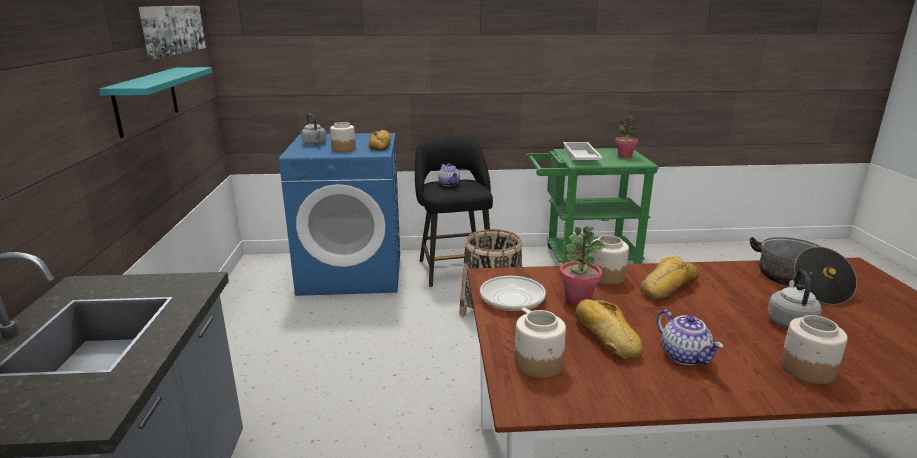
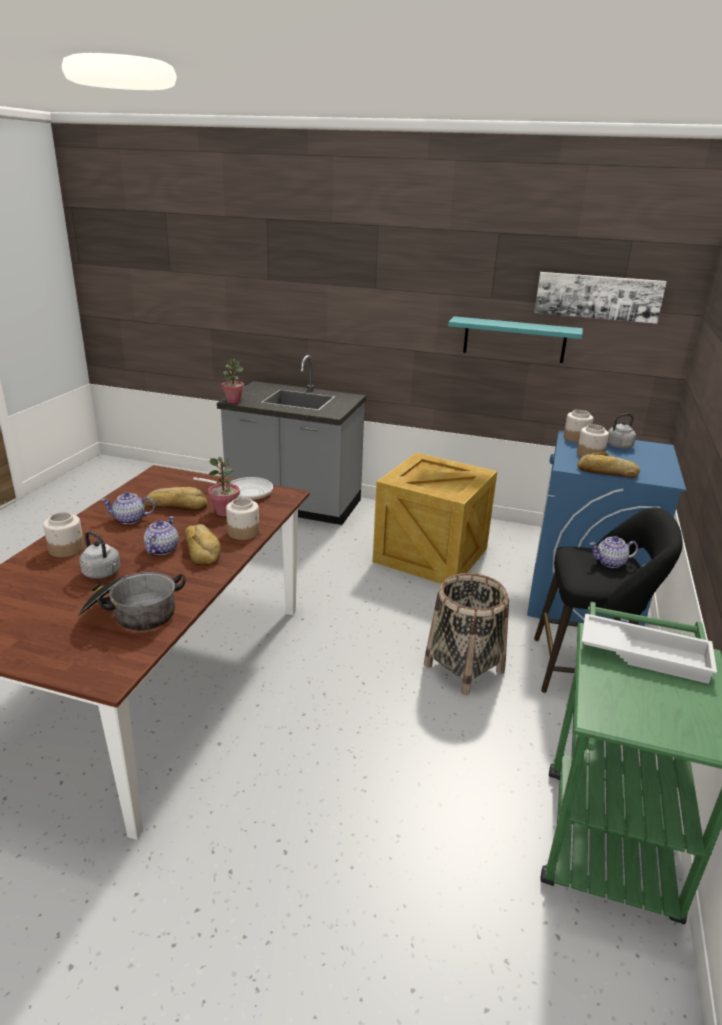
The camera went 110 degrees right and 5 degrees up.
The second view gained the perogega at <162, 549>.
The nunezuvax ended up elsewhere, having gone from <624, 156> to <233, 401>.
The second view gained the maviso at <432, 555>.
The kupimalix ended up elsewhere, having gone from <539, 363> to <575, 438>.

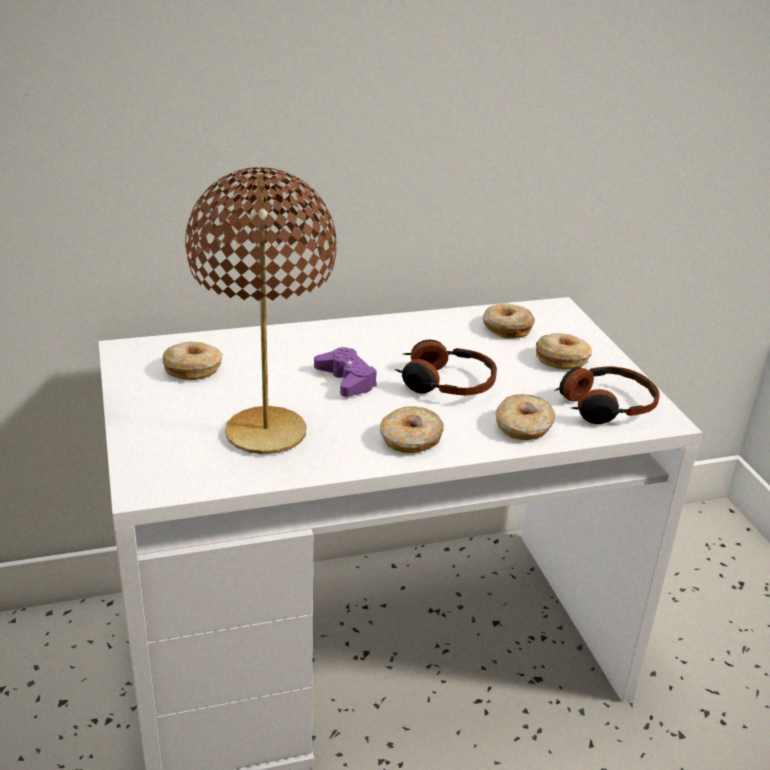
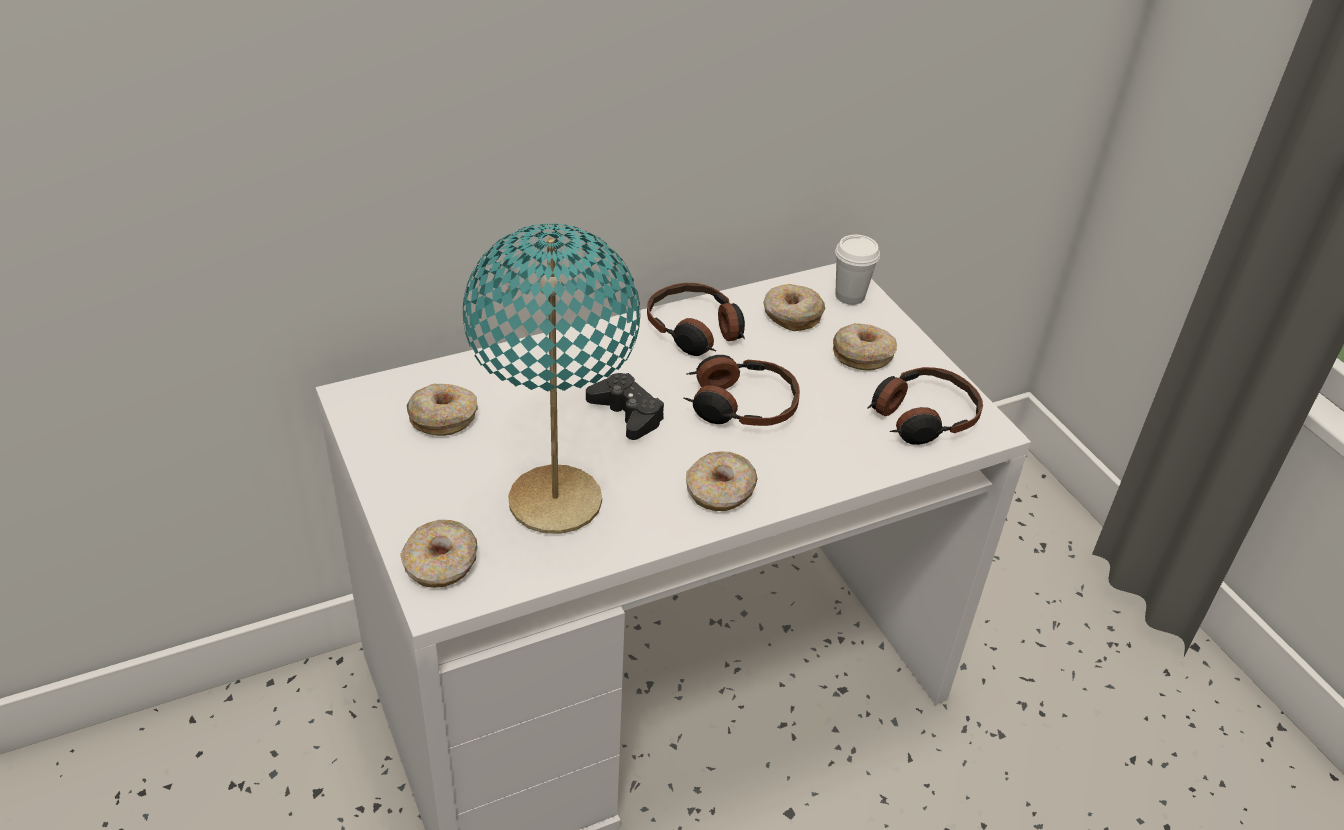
The camera went 10 degrees left and 10 degrees up.
The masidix ended up elsewhere, having gone from <523, 427> to <441, 564>.
What was the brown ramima at <266, 434> turned into the turquoise ramima at <555, 503>.
What was the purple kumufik at <346, 380> turned into the black kumufik at <627, 413>.
The second view gained the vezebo at <696, 331>.
The second view gained the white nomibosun at <850, 296>.

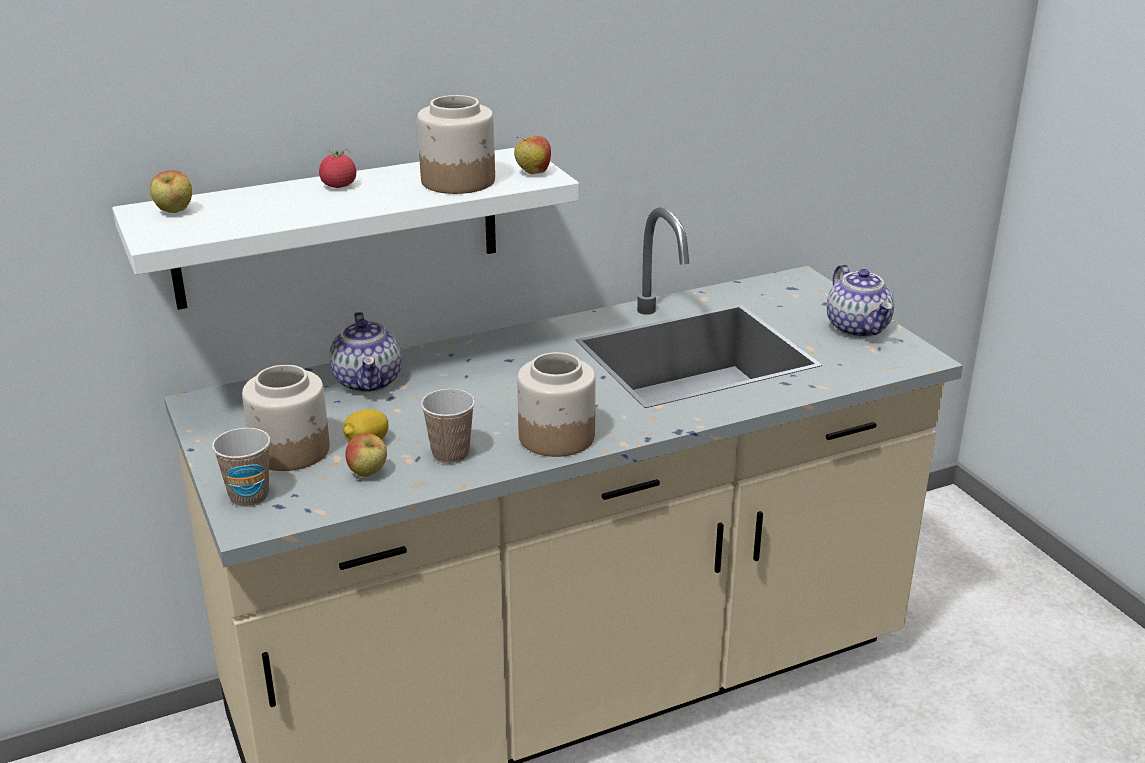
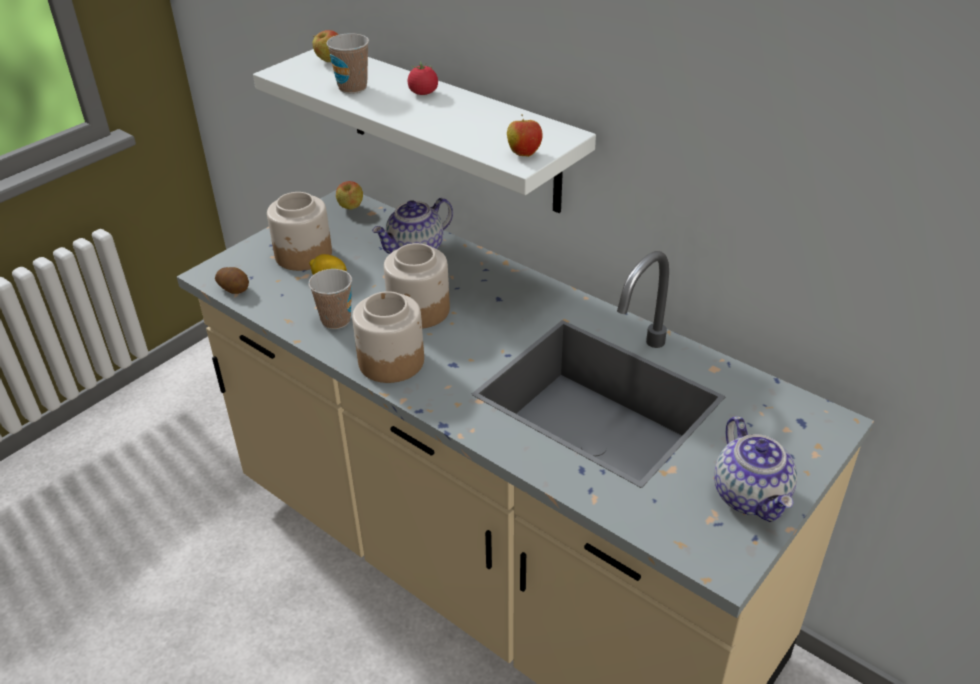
The camera went 65 degrees right and 10 degrees up.
The second view gained the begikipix at <235, 289>.
The nomibosun ended up elsewhere, having gone from <249, 497> to <352, 88>.
The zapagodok ended up elsewhere, having gone from <368, 474> to <351, 208>.
The kupimalix ended up elsewhere, having gone from <459, 181> to <419, 311>.
The perogega at <858, 328> ended up facing another way, 60 degrees counterclockwise from before.

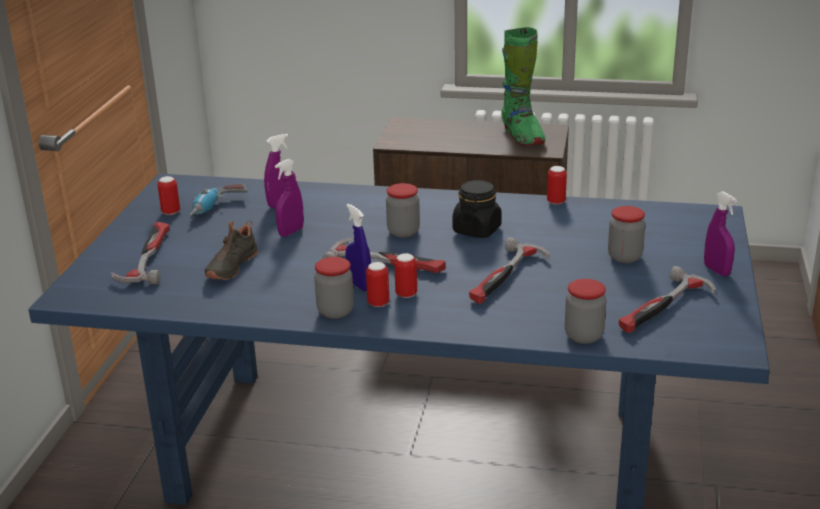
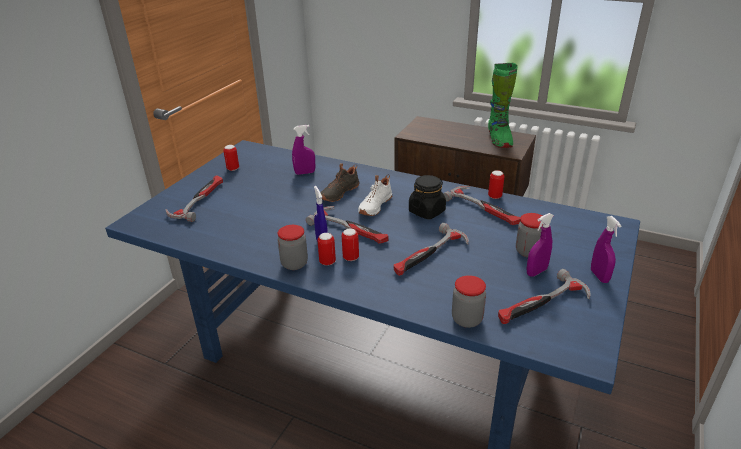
The camera went 15 degrees right and 5 degrees up.
The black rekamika ended up elsewhere, having gone from <230, 266> to <338, 192>.
Where the kupimalix stood at <403, 232>, the white rekamika came to stand at <374, 205>.
The second view gained the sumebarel at <484, 209>.
The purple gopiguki ended up elsewhere, having gone from <291, 232> to <536, 272>.
The second view lost the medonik at <217, 209>.

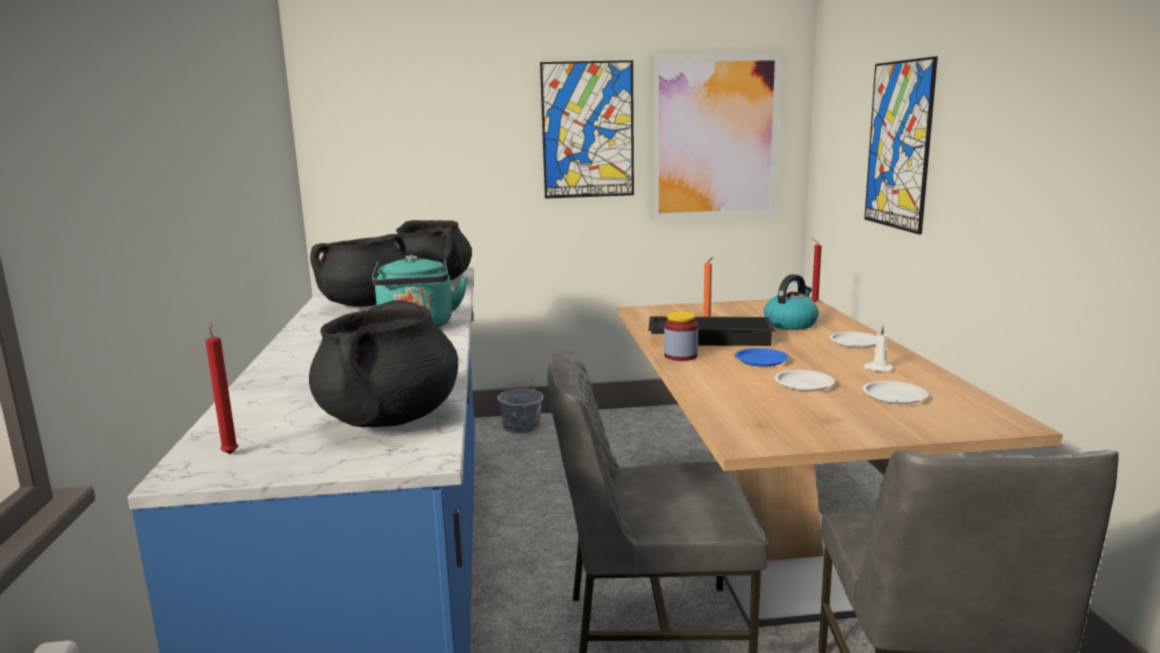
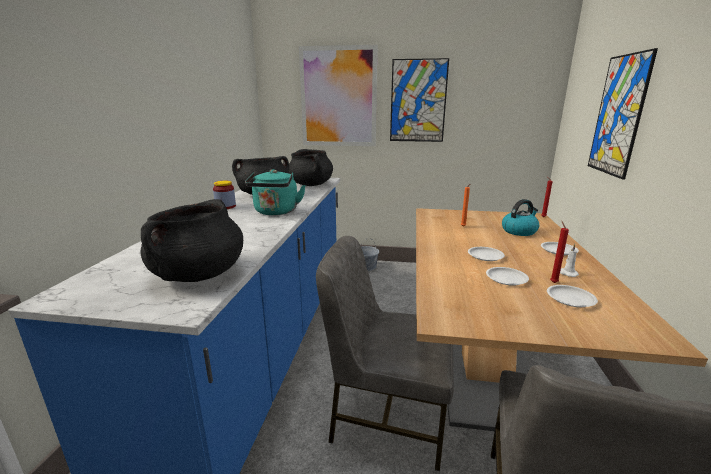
The camera went 15 degrees right and 5 degrees up.
The kupimalix ended up elsewhere, having gone from <680, 356> to <225, 207>.
The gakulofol ended up elsewhere, having gone from <714, 137> to <338, 97>.
What was the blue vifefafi at <761, 360> turned into the white vifefafi at <485, 256>.
The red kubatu ended up elsewhere, having gone from <230, 453> to <553, 282>.
The second view lost the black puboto at <710, 338>.

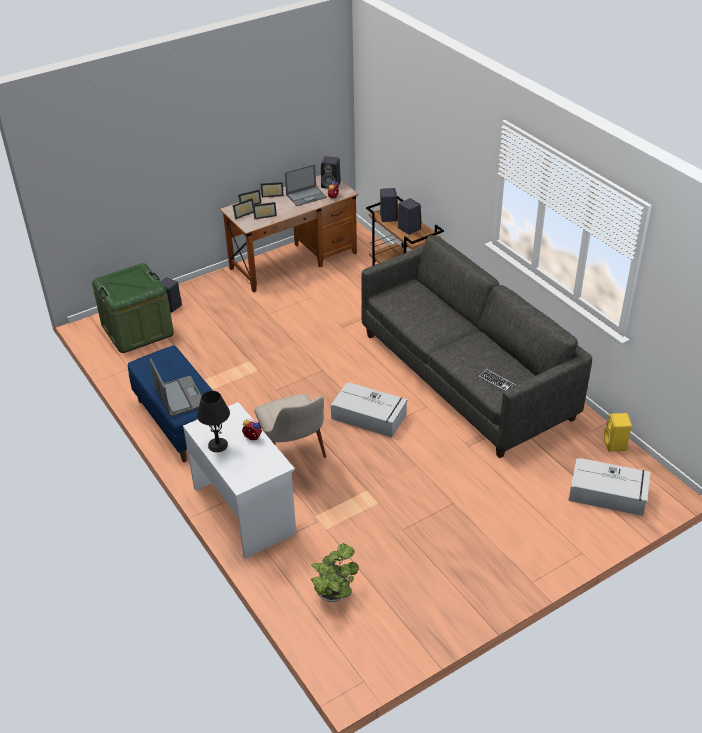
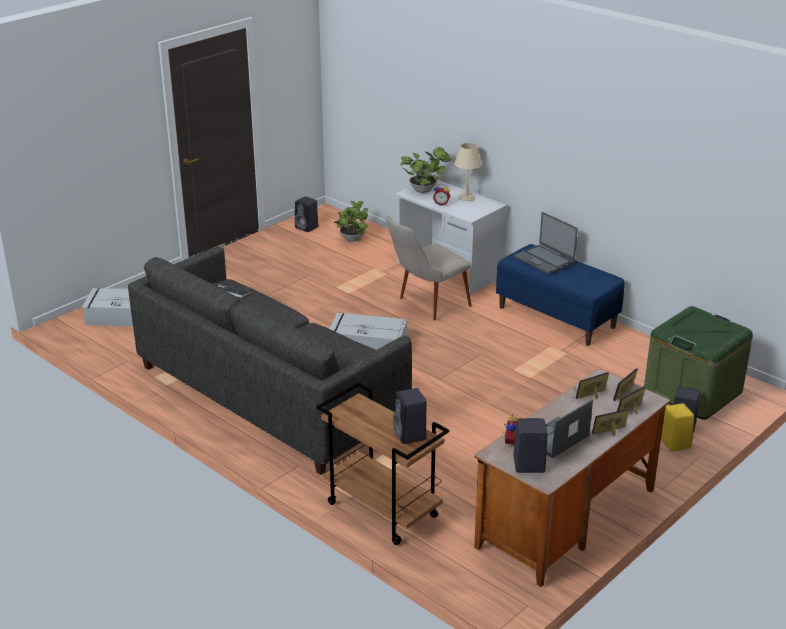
The camera went 165 degrees right and 10 degrees down.
The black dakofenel ended up elsewhere, having gone from <408, 228> to <307, 227>.
The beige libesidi at <295, 458> ended up facing another way, 90 degrees counterclockwise from before.
The second view gained the nunezuvax at <425, 190>.
What was the black ramima at <218, 445> turned into the beige ramima at <466, 197>.
The yellow dakofenel ended up elsewhere, having gone from <615, 445> to <674, 443>.

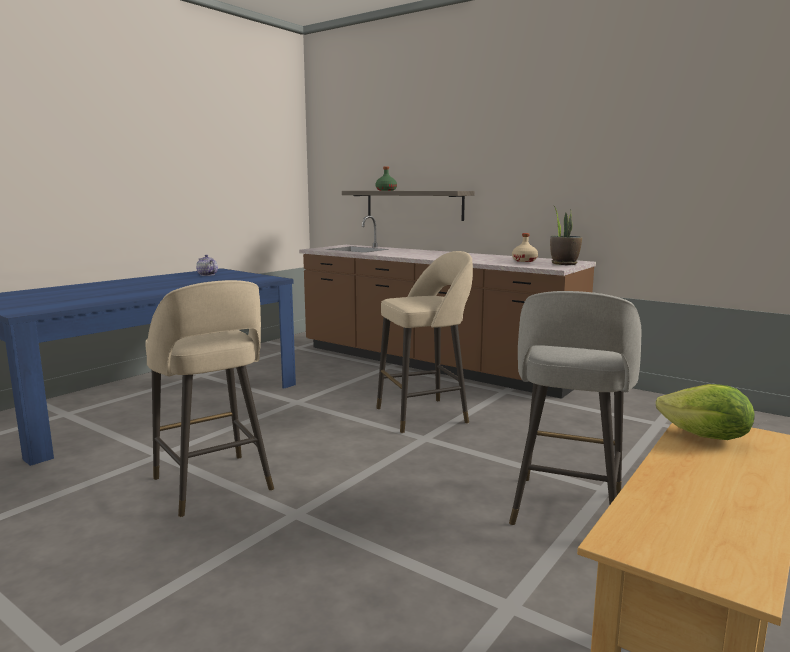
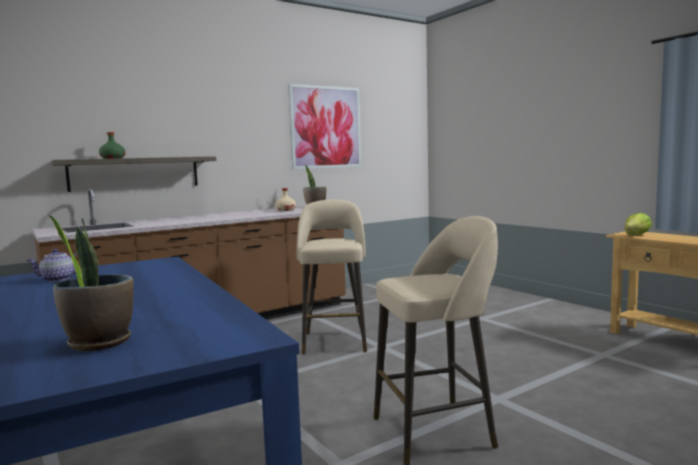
The camera went 70 degrees left and 5 degrees down.
The second view gained the nunezuvax at <99, 342>.
The second view gained the gakulofol at <326, 127>.
The second view lost the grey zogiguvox at <566, 511>.

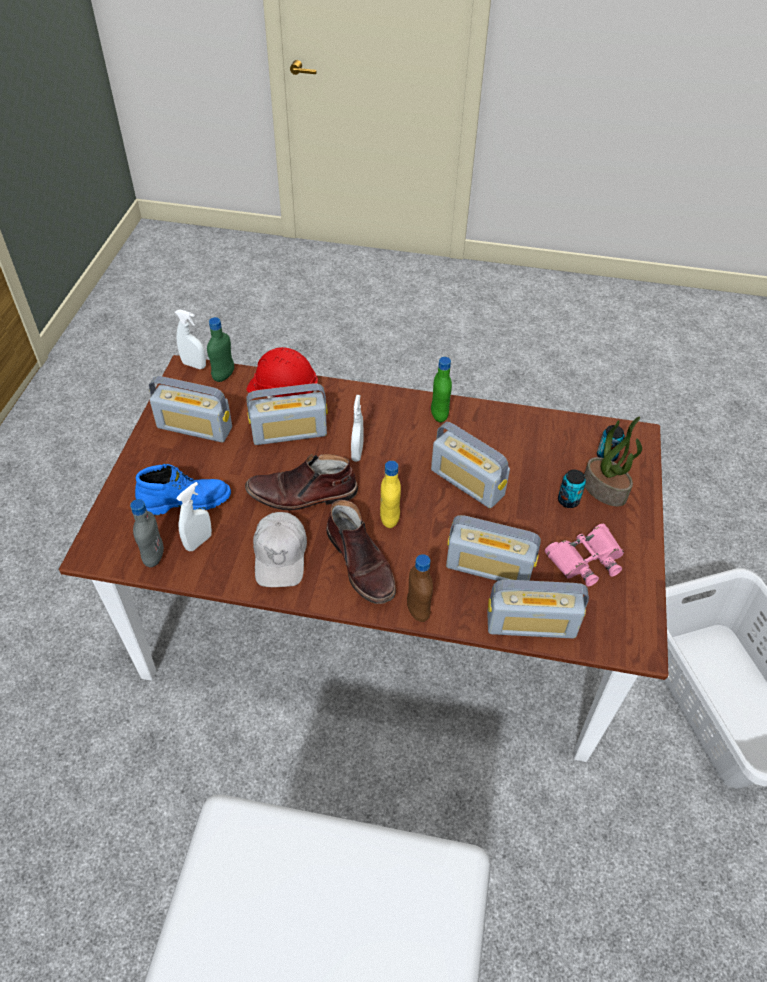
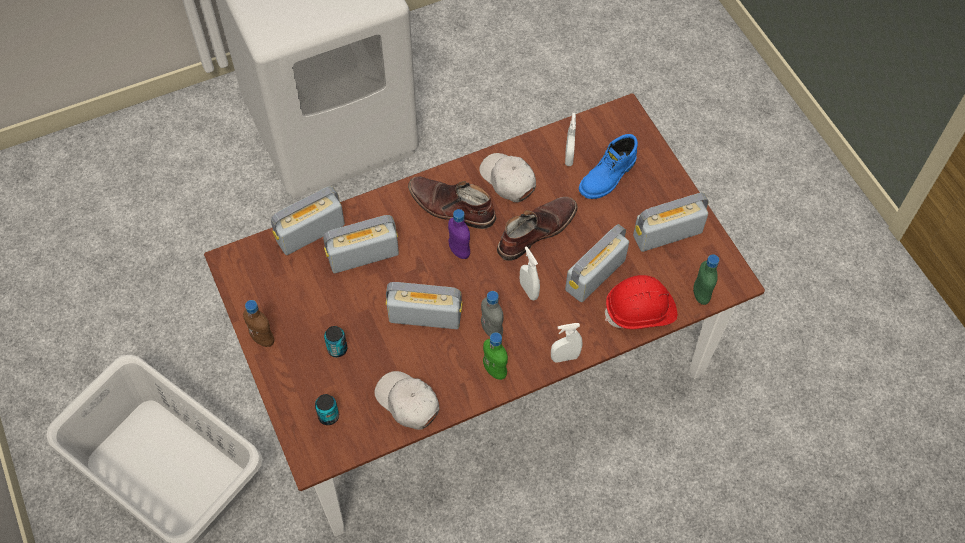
The camera went 145 degrees right and 10 degrees up.
The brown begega ended up elsewhere, having gone from <418, 610> to <262, 339>.
The second view gained the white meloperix at <408, 403>.
What was the yellow begega at <389, 518> turned into the purple begega at <459, 251>.
The grey begega ended up elsewhere, having gone from <154, 556> to <491, 330>.
The white gopiguki ended up elsewhere, having gone from <194, 365> to <565, 357>.
The second view lost the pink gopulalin at <586, 559>.
The second view lost the nunezuvax at <605, 489>.

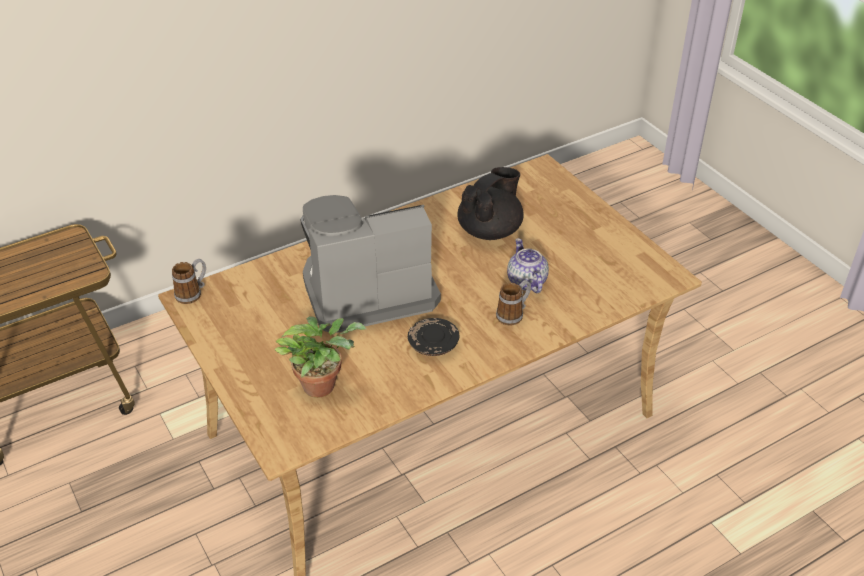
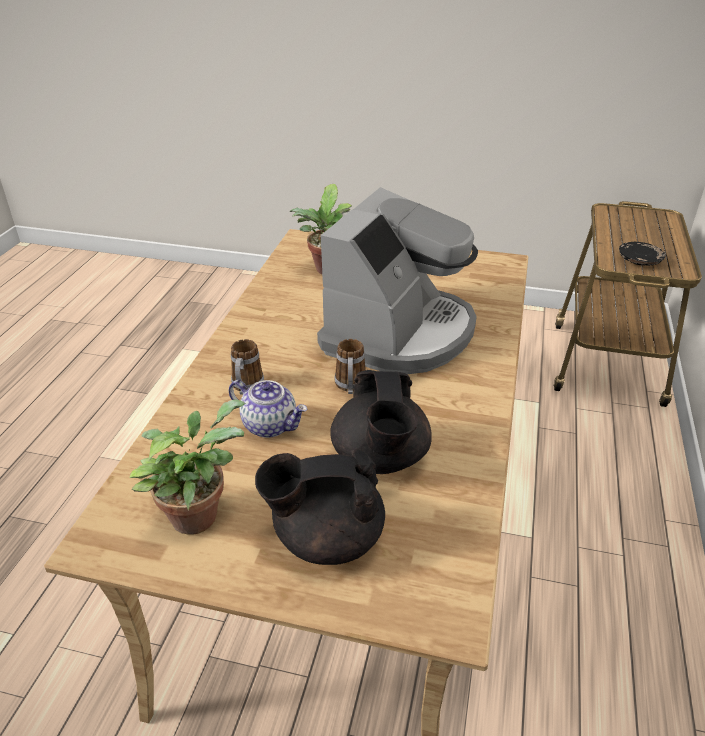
The camera went 135 degrees right and 5 degrees down.
The second view gained the nunezuvax at <198, 513>.
The second view gained the black perogega at <326, 537>.
The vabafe ended up elsewhere, having gone from <193, 293> to <350, 387>.
The black vifefafi ended up elsewhere, having gone from <433, 344> to <639, 260>.

